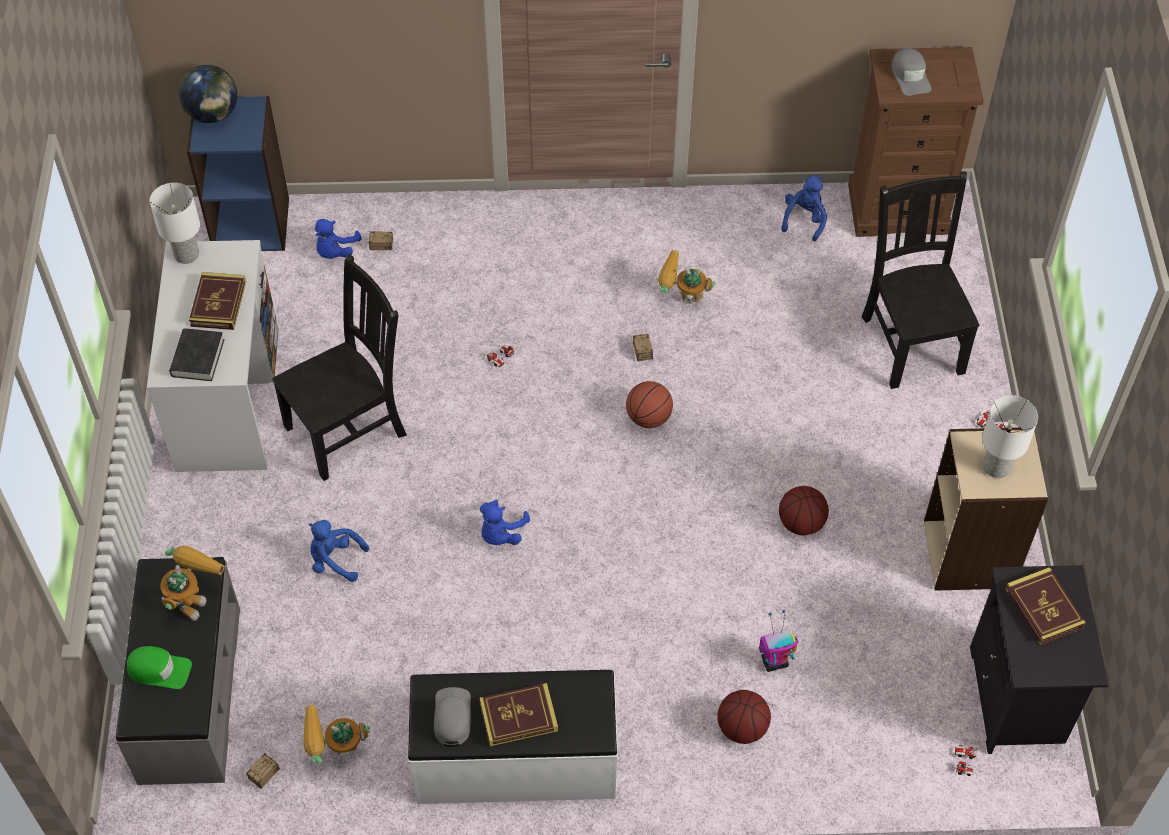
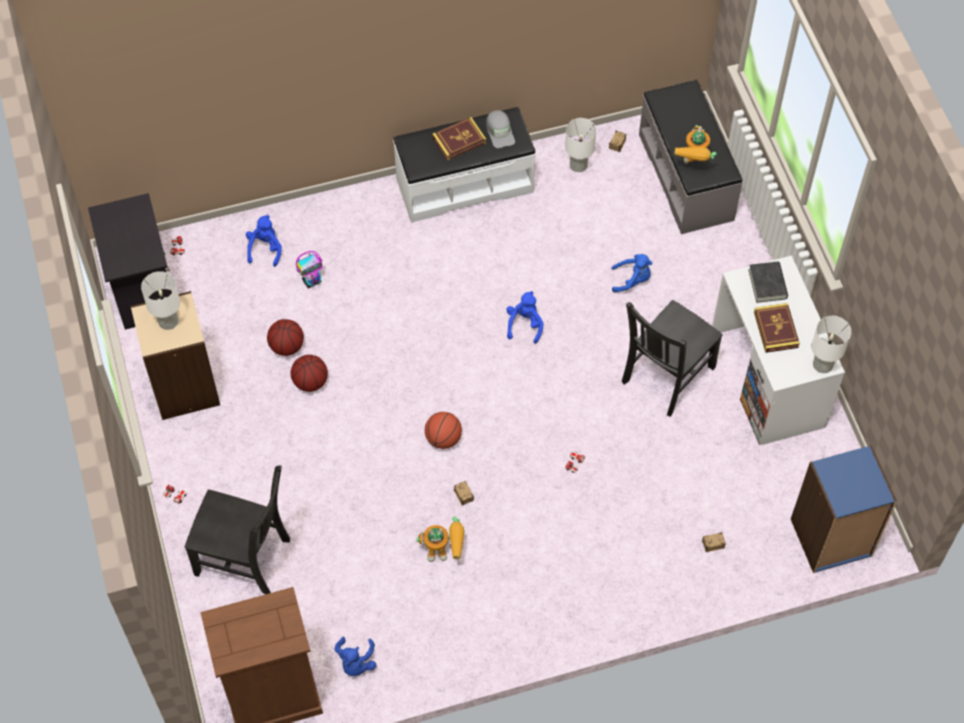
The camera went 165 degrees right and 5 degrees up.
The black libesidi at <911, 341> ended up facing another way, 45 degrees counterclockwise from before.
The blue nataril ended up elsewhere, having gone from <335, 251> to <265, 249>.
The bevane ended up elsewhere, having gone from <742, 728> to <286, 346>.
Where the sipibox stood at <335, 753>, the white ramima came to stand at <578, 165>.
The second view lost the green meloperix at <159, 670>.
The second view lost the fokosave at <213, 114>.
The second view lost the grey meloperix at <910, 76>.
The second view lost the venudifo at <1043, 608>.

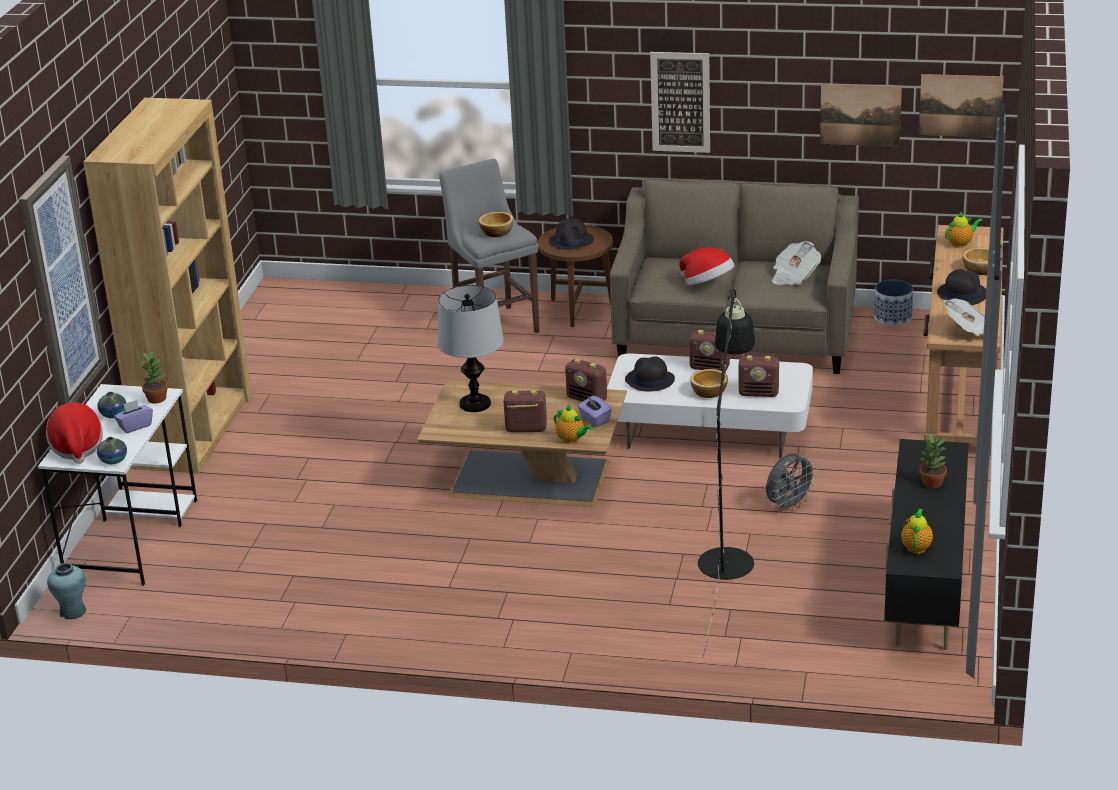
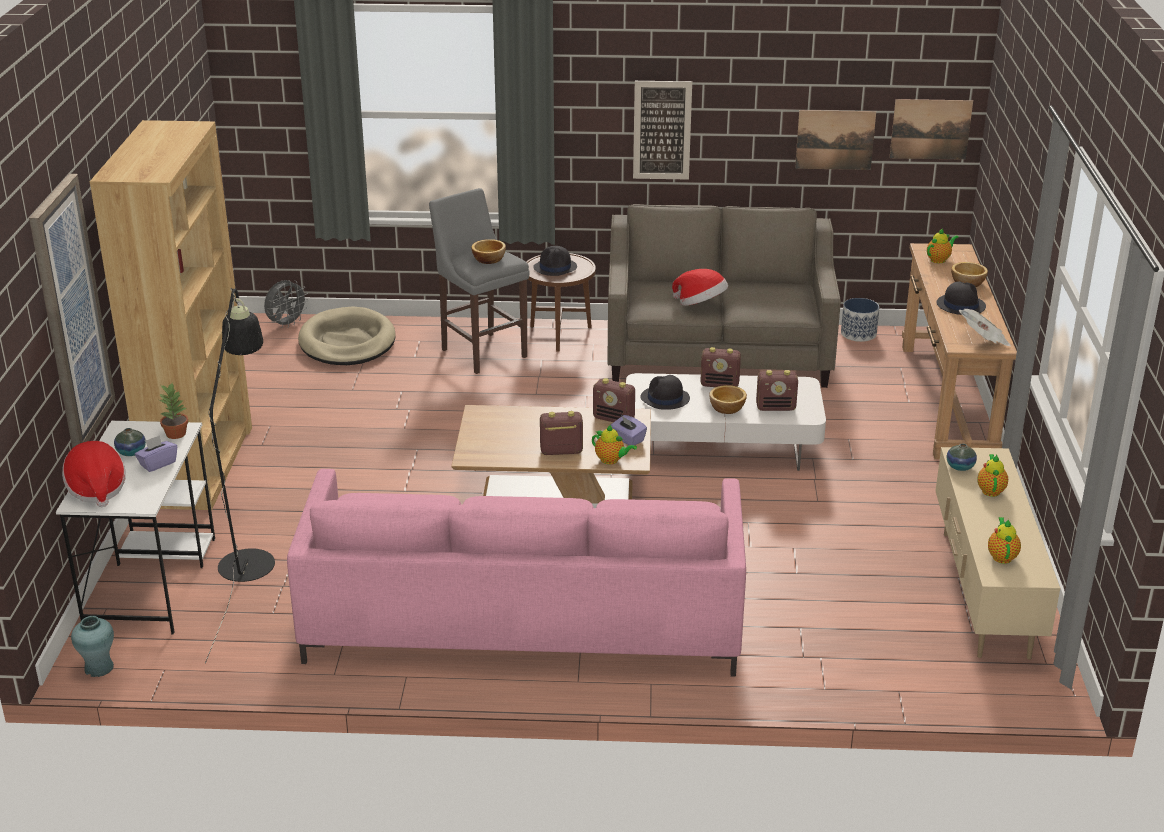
The camera went 10 degrees left and 0 degrees up.
The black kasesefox ended up elsewhere, having gone from <727, 554> to <249, 556>.
The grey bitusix ended up elsewhere, having gone from <789, 506> to <287, 324>.
The second view gained the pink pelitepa at <523, 620>.
The second view gained the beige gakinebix at <347, 342>.
What was the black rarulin at <924, 586> turned into the beige rarulin at <983, 594>.
The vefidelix ended up elsewhere, having gone from <113, 460> to <960, 467>.
Where the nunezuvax stood at <932, 483>, the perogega came to stand at <990, 490>.
The second view lost the ramima at <475, 404>.
The second view lost the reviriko at <794, 276>.

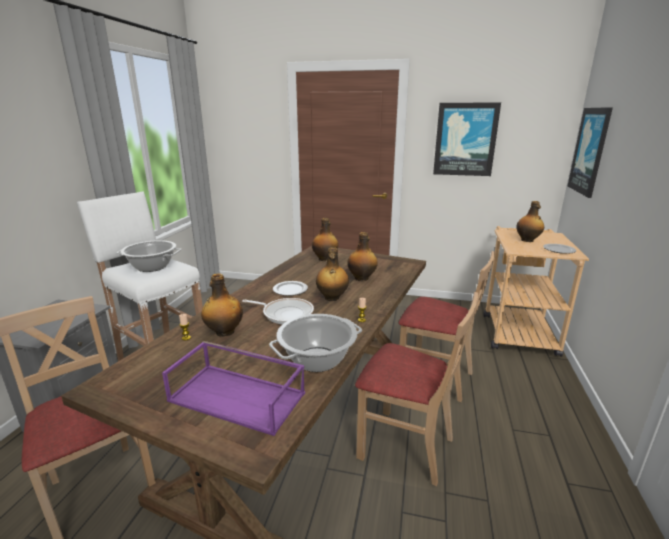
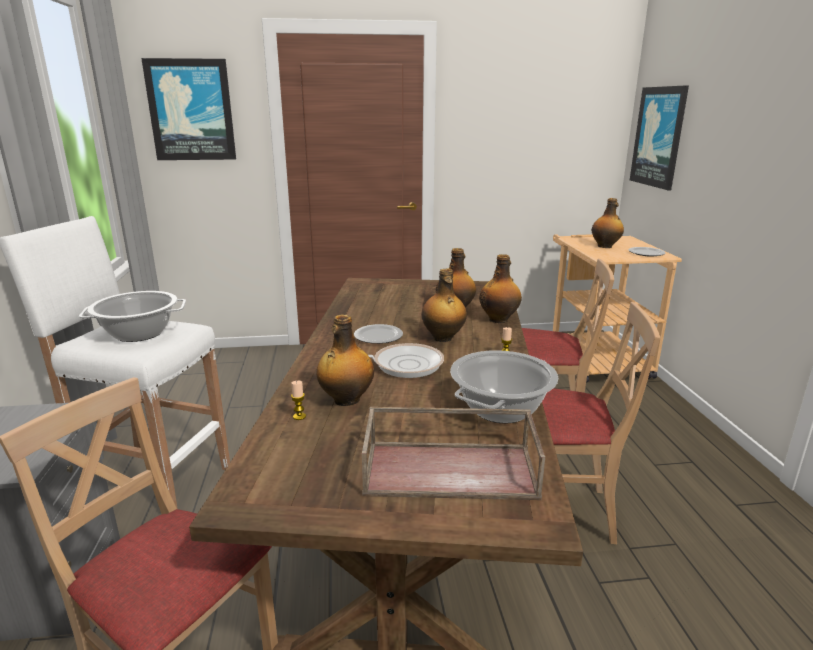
The camera went 20 degrees left and 0 degrees up.
The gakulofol ended up elsewhere, having gone from <465, 139> to <191, 110>.
What was the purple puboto at <239, 397> turned into the brown puboto at <451, 469>.
The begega ended up elsewhere, having gone from <325, 259> to <499, 319>.

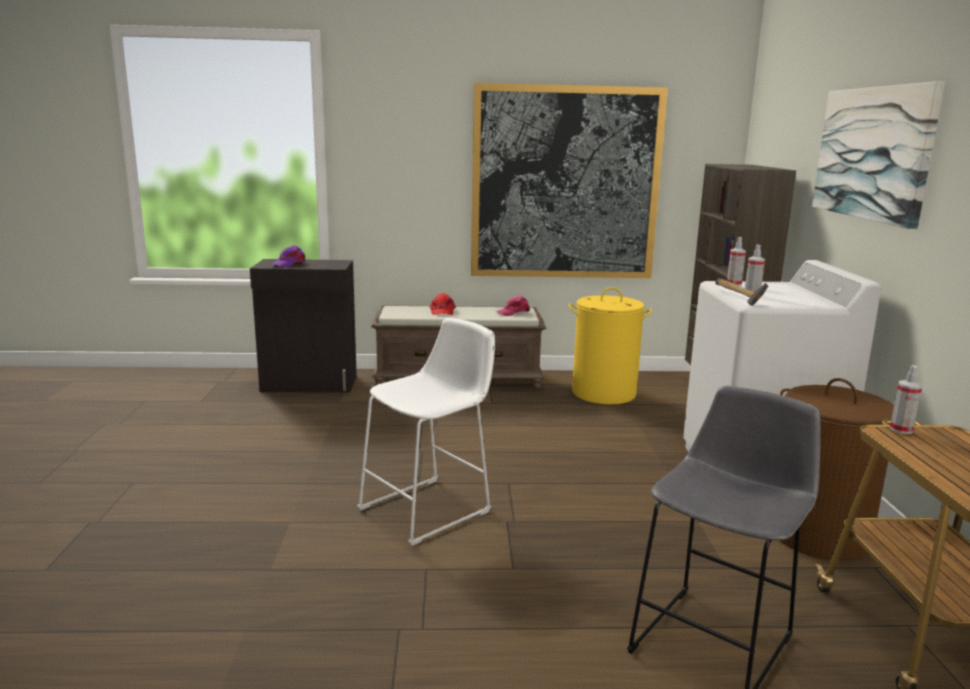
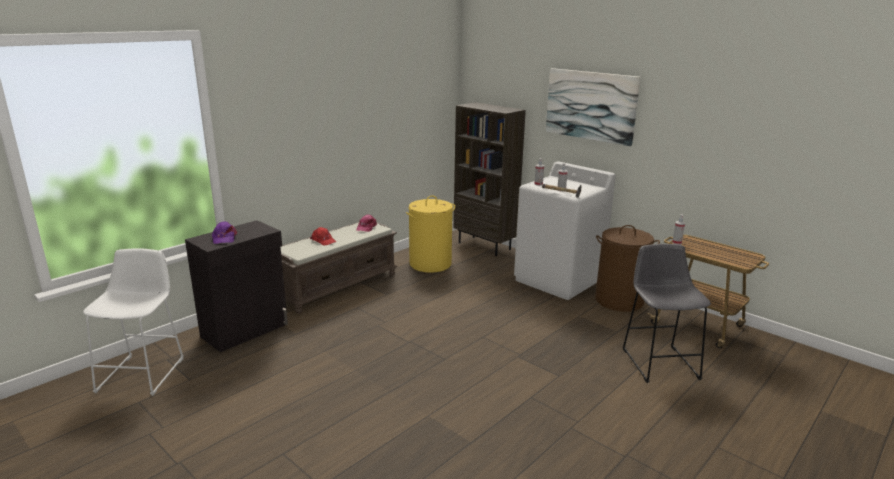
The camera went 45 degrees left and 5 degrees up.
The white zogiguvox ended up elsewhere, having gone from <431, 508> to <144, 372>.
The second view lost the gakulofol at <565, 183>.

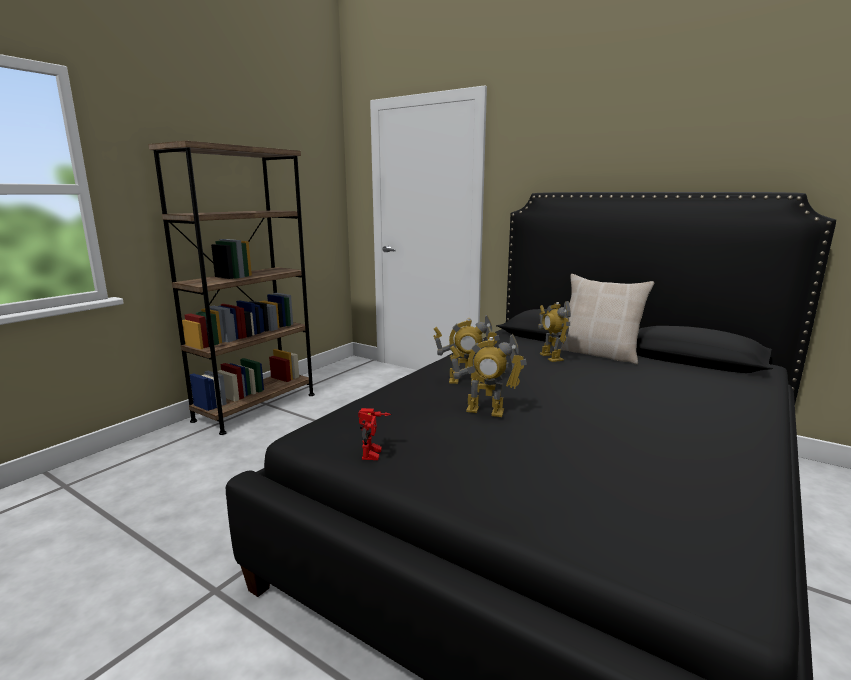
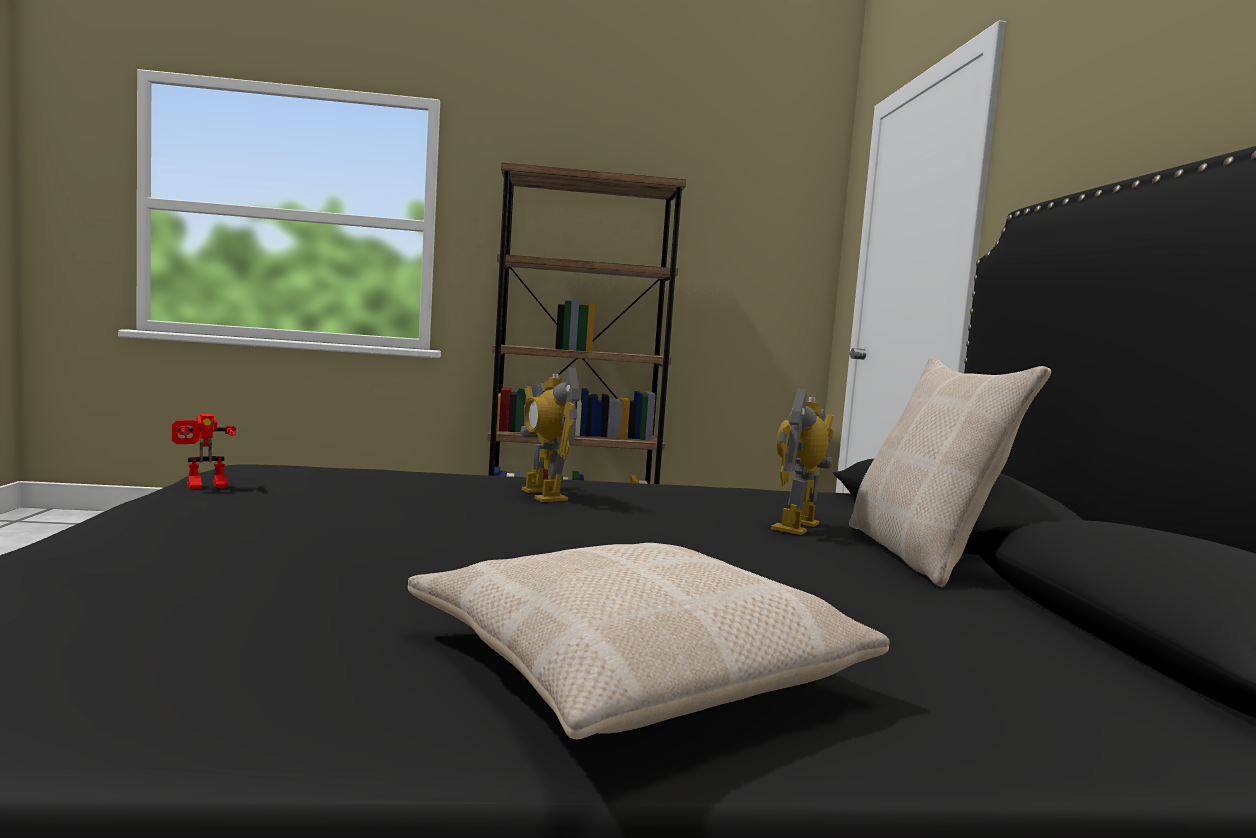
The camera went 50 degrees right and 10 degrees down.
The second view gained the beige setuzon at <631, 665>.
The second view lost the sipibox at <485, 411>.

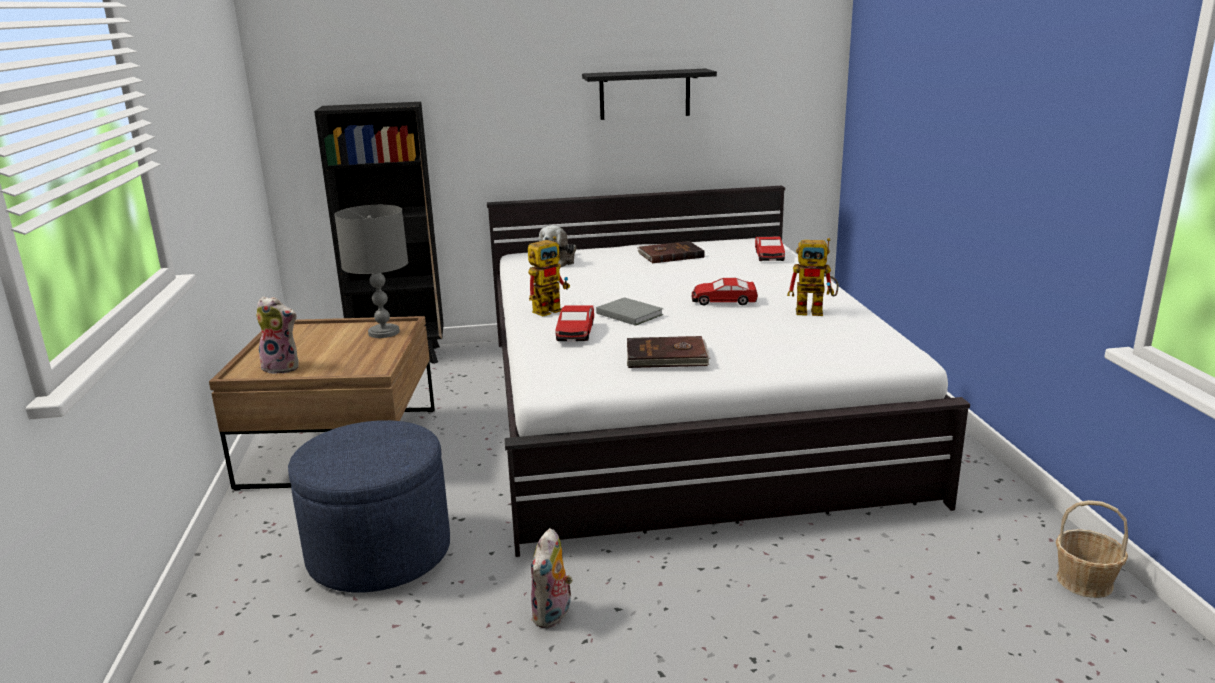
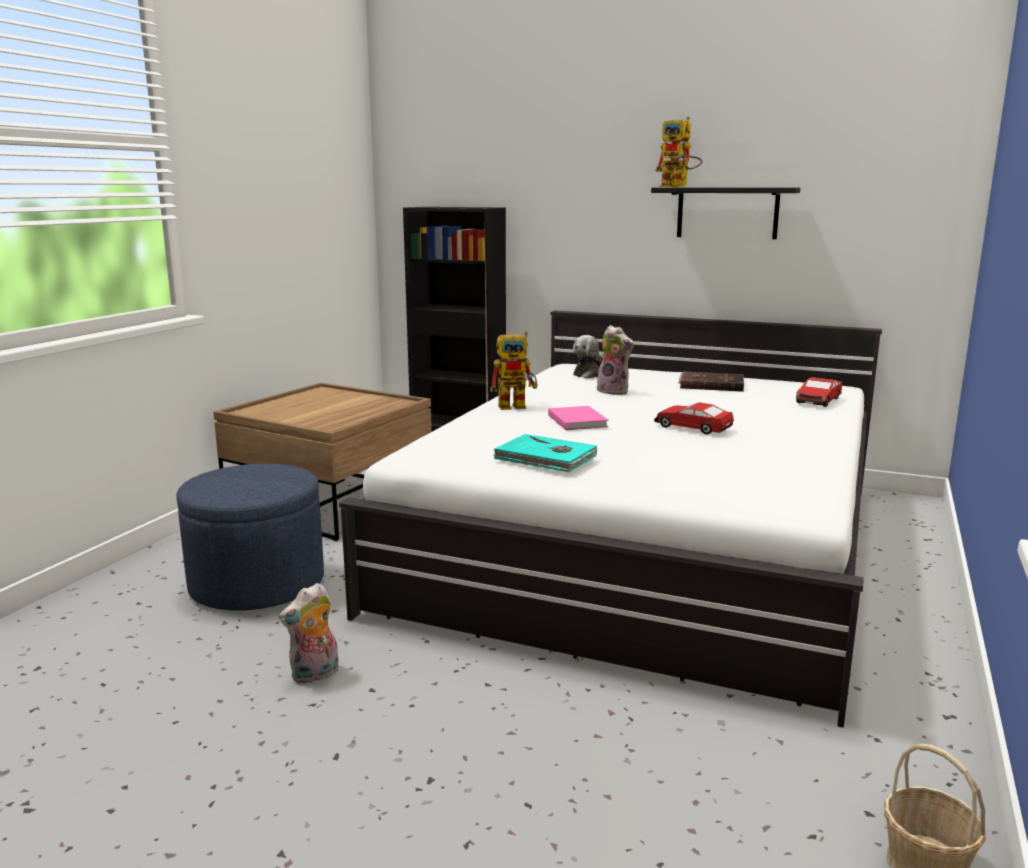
The camera went 30 degrees right and 5 degrees down.
What was the brown venudifo at <667, 357> turned into the turquoise venudifo at <545, 458>.
What was the grey venudifo at <629, 313> turned into the pink venudifo at <577, 420>.
The nataril ended up elsewhere, having gone from <283, 367> to <614, 391>.
The sipibox ended up elsewhere, having gone from <816, 311> to <679, 187>.
The second view lost the grey ramima at <383, 332>.
The second view lost the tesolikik at <575, 332>.

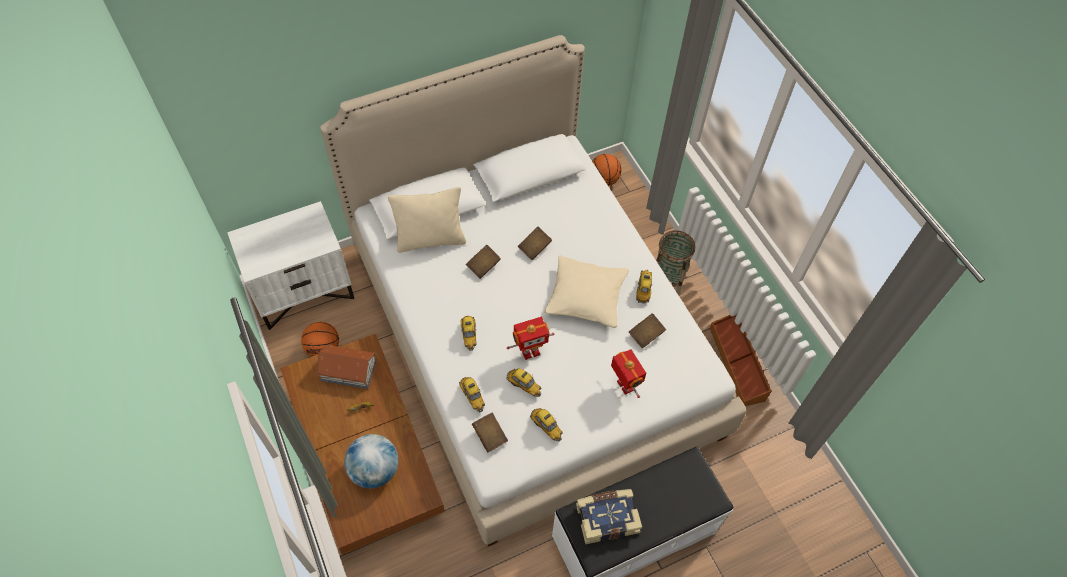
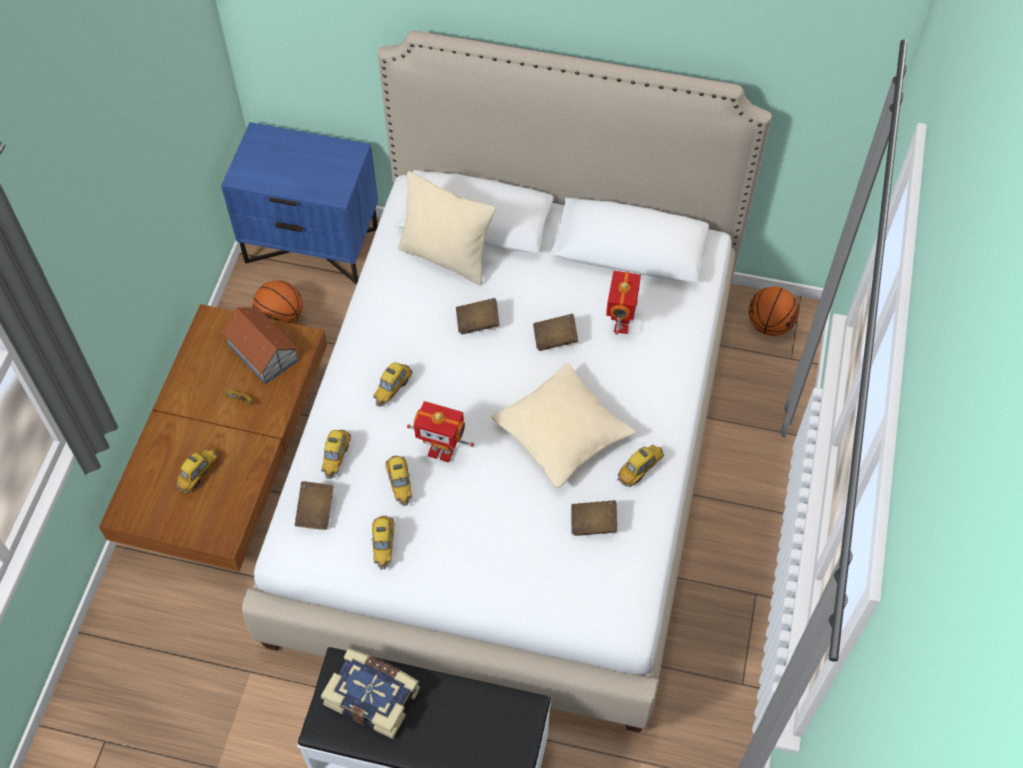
The camera went 40 degrees right and 0 degrees up.
Where the fokosave stood at <375, 470>, the tesolikik came to stand at <199, 474>.
What was the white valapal at <304, 291> turned into the blue valapal at <313, 244>.
The sipibox ended up elsewhere, having gone from <624, 386> to <620, 324>.
The second view lost the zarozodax at <668, 277>.
The second view lost the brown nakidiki at <737, 363>.

